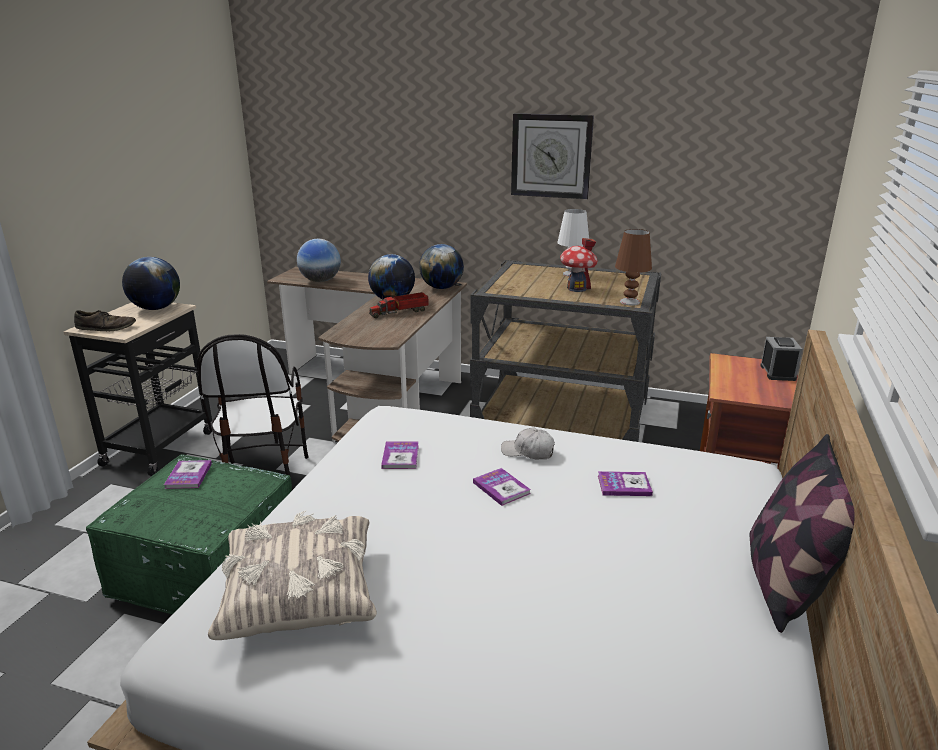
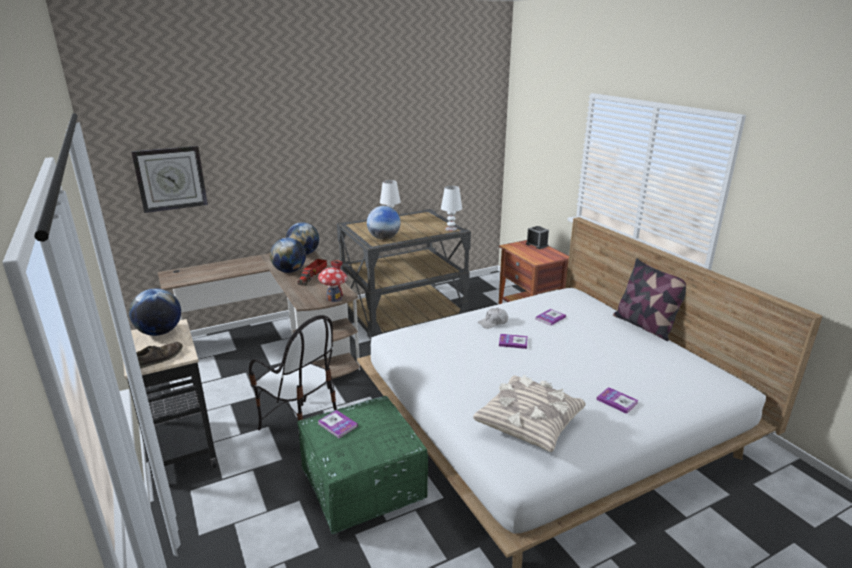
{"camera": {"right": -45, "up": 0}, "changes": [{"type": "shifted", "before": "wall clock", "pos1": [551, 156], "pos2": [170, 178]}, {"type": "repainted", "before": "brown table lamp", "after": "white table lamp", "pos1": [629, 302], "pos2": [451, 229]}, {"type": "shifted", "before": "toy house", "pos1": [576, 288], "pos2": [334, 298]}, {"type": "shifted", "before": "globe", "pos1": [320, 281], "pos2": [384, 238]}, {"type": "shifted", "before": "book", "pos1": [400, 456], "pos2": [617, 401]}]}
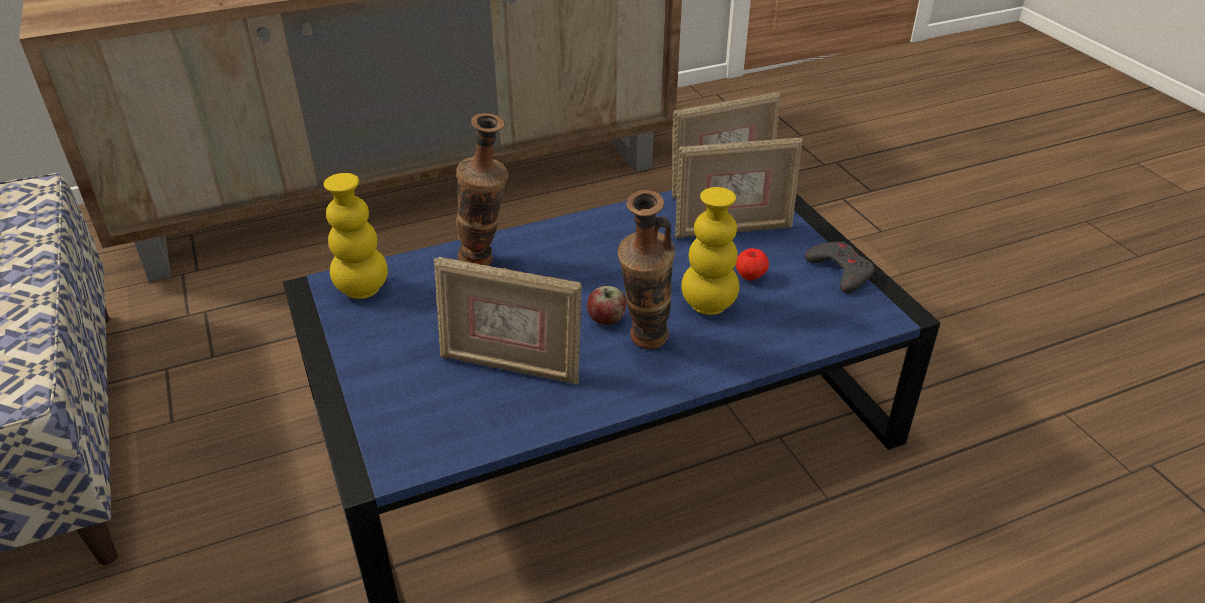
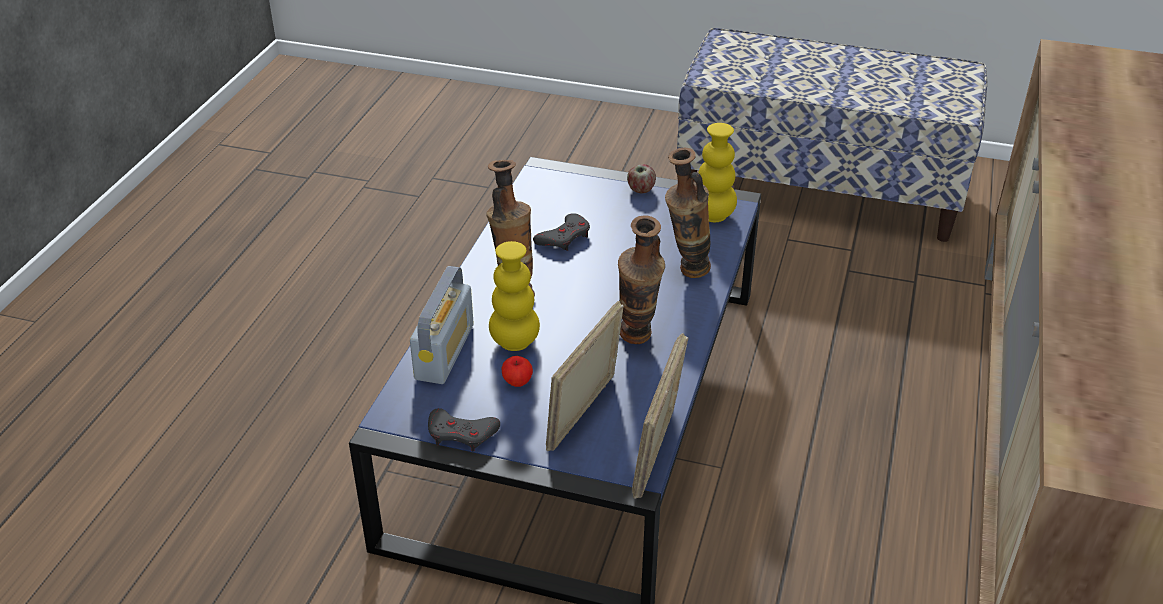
{"camera": {"right": 130, "up": 0}, "changes": [{"type": "swapped", "before": "picture frame", "after": "grey game controller", "pos1": [511, 366], "pos2": [564, 237]}, {"type": "shifted", "before": "apple", "pos1": [606, 319], "pos2": [640, 190]}, {"type": "new", "after": "vase", "pos2": [637, 342]}, {"type": "new", "after": "radio", "pos2": [444, 352]}]}
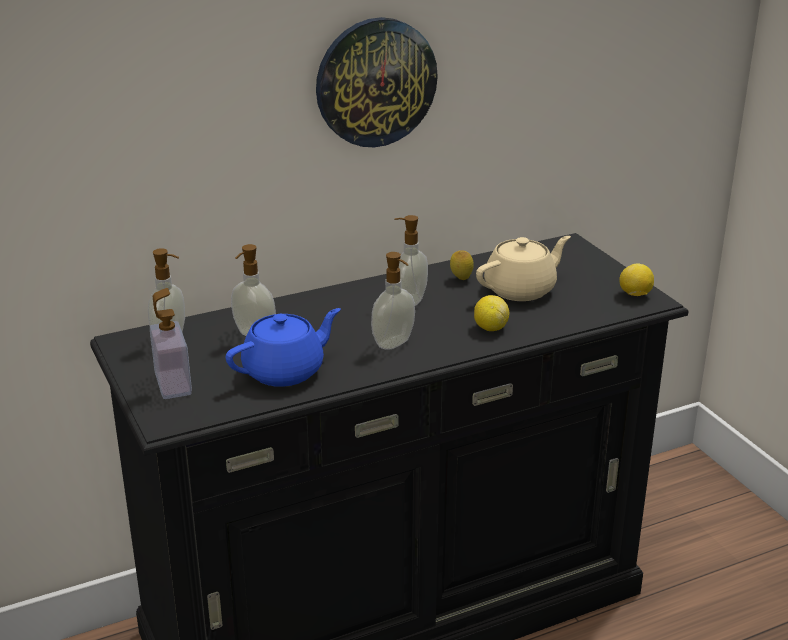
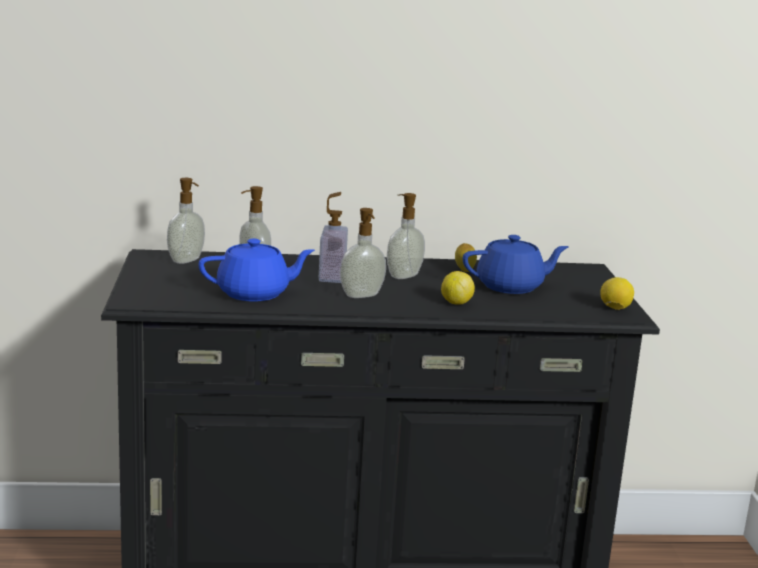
{"camera": {"right": 20, "up": -10}, "changes": [{"type": "gone", "before": "wall clock", "pos1": [375, 82]}, {"type": "repainted", "before": "beige teapot", "after": "blue teapot", "pos1": [521, 290], "pos2": [511, 287]}, {"type": "shifted", "before": "soap dispenser", "pos1": [173, 384], "pos2": [332, 276]}]}
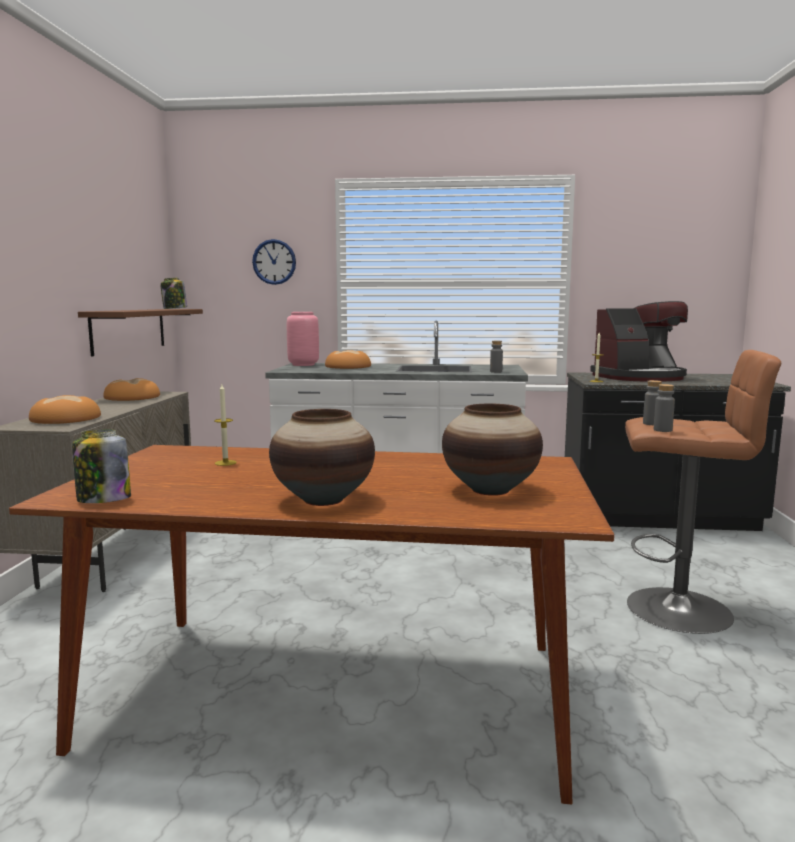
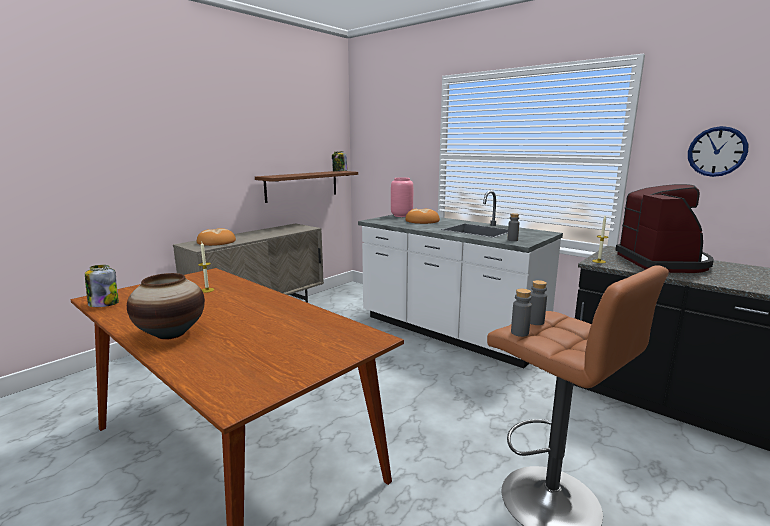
{"camera": {"right": 35, "up": 5}, "changes": [{"type": "shifted", "before": "wall clock", "pos1": [274, 262], "pos2": [717, 151]}, {"type": "rotated", "before": "coffee machine", "pos1": [639, 377], "pos2": [663, 262], "turn": -105}, {"type": "gone", "before": "bread", "pos1": [133, 397]}, {"type": "gone", "before": "vase", "pos1": [491, 490]}]}
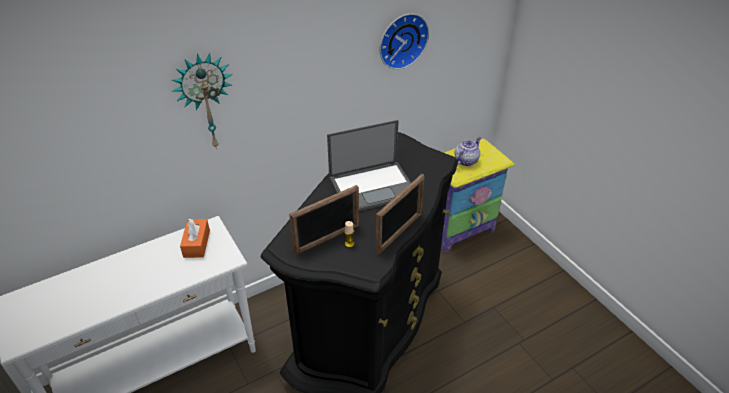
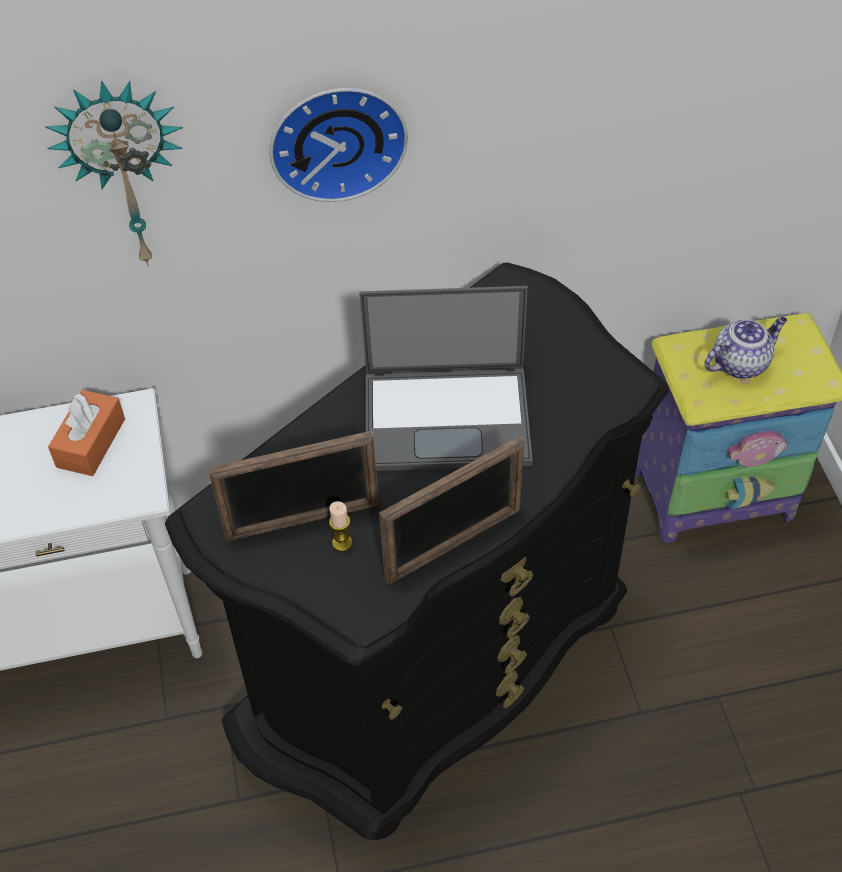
{"camera": {"right": 20, "up": 10}, "changes": [{"type": "shifted", "before": "wall clock", "pos1": [401, 40], "pos2": [337, 139]}]}
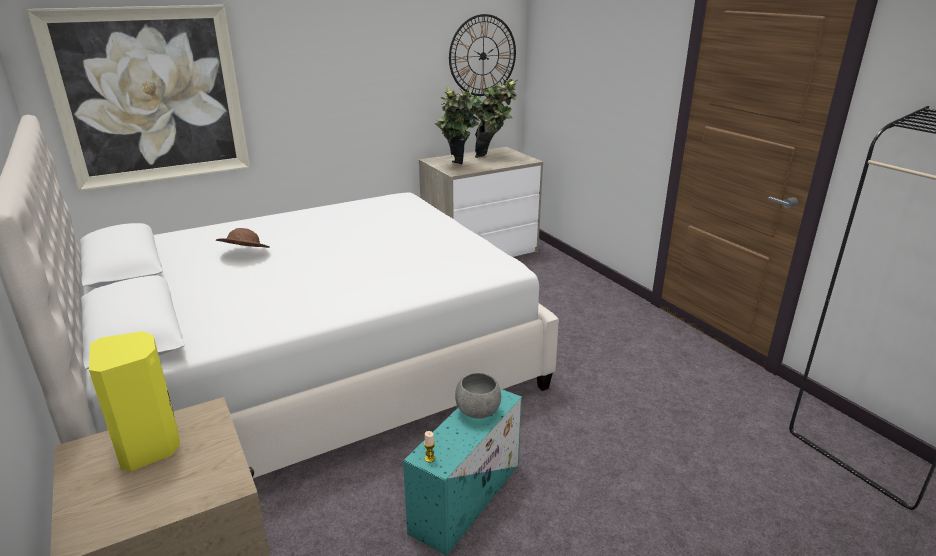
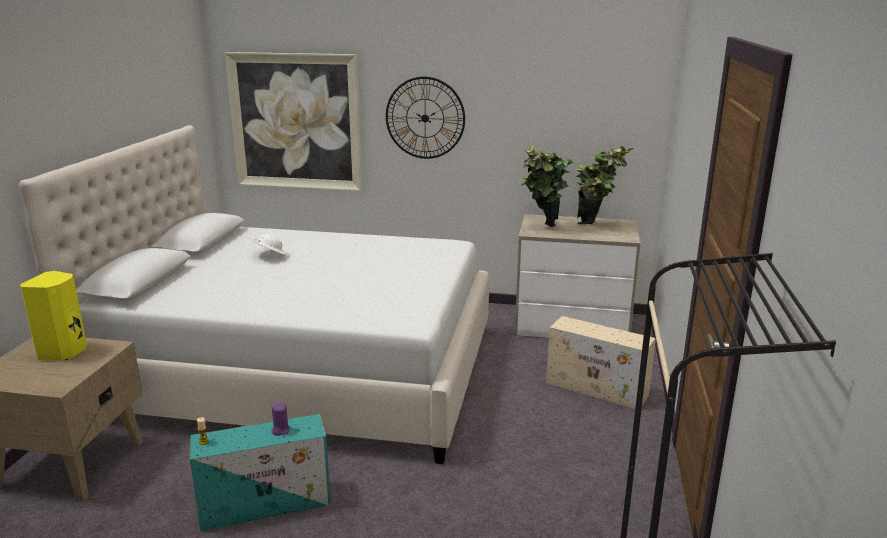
{"camera": {"right": 40, "up": -5}, "changes": [{"type": "shifted", "before": "wall clock", "pos1": [483, 56], "pos2": [425, 118]}, {"type": "repainted", "before": "brown hat", "after": "white hat", "pos1": [244, 255], "pos2": [269, 256]}, {"type": "swapped", "before": "grey bowl", "after": "purple candle", "pos1": [478, 411], "pos2": [280, 430]}, {"type": "new", "after": "beige storage box", "pos2": [598, 389]}]}
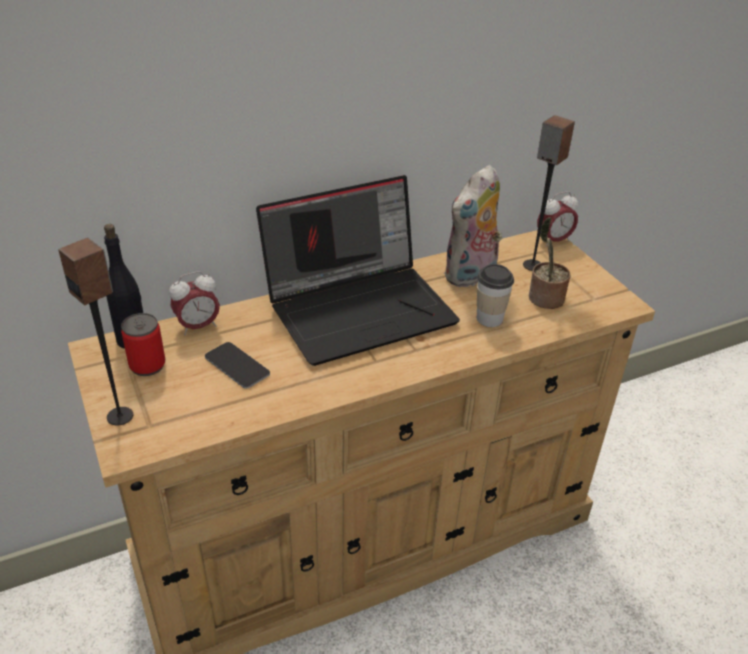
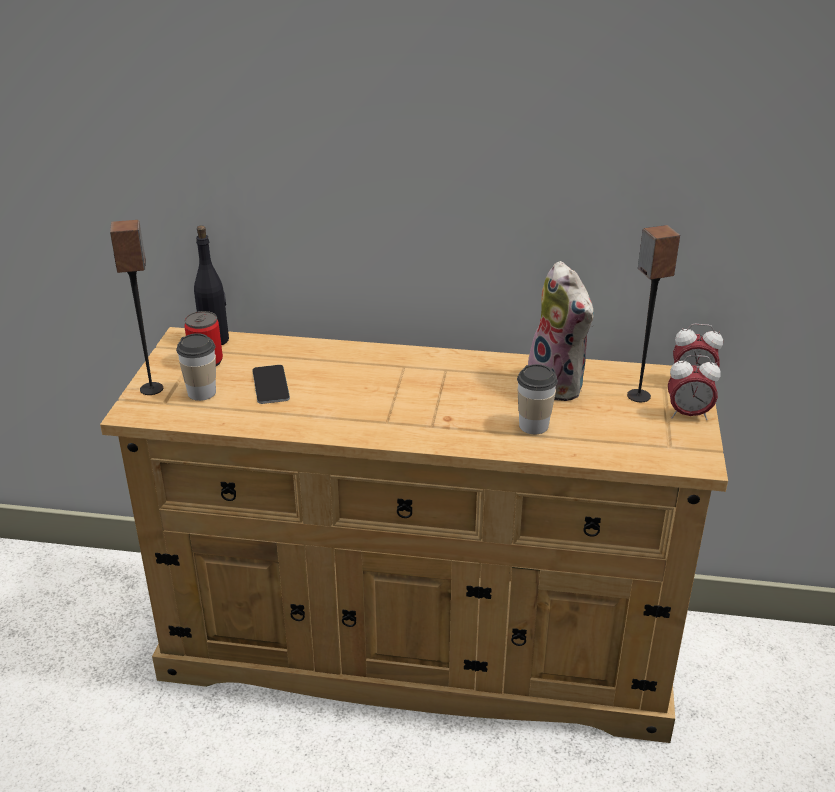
{"camera": {"right": 35, "up": -5}, "changes": [{"type": "rotated", "before": "plush toy", "pos1": [471, 276], "pos2": [560, 385], "turn": -105}, {"type": "gone", "before": "laptop", "pos1": [360, 307]}, {"type": "gone", "before": "potted plant", "pos1": [544, 299]}, {"type": "shifted", "before": "alarm clock", "pos1": [198, 327], "pos2": [688, 415]}, {"type": "new", "after": "cup", "pos2": [202, 392]}]}
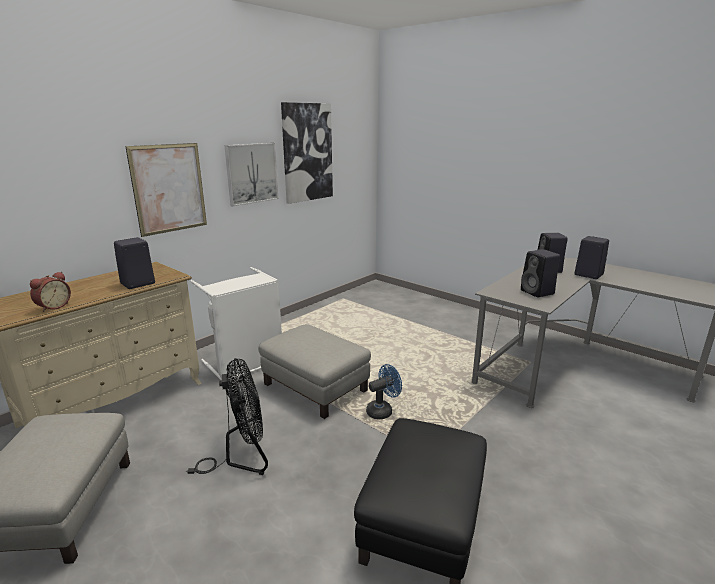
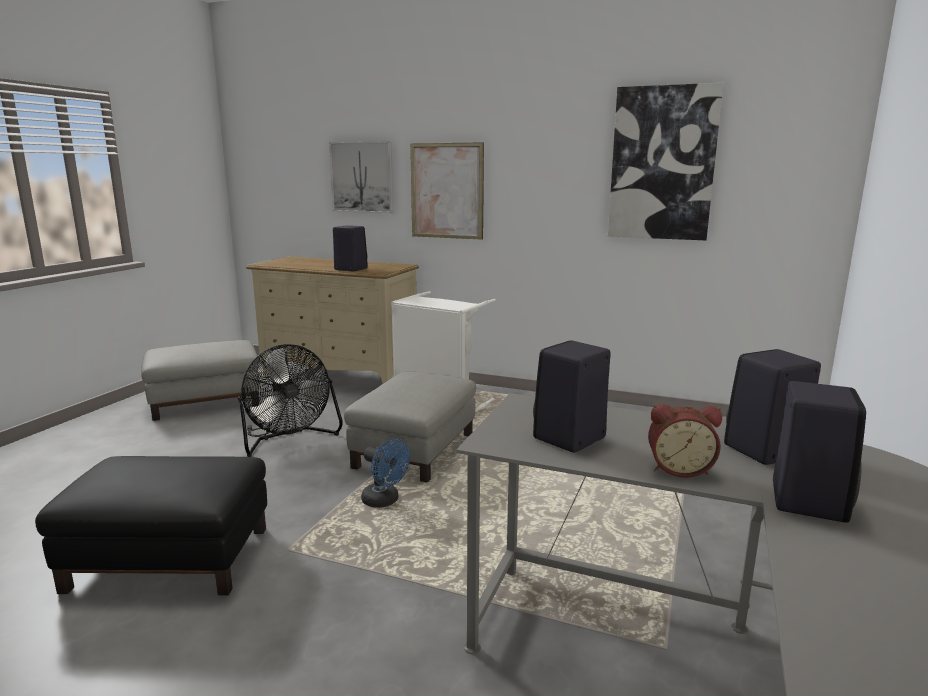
{"camera": {"right": 70, "up": -5}, "changes": [{"type": "shifted", "before": "picture", "pos1": [251, 173], "pos2": [362, 177]}, {"type": "shifted", "before": "alarm clock", "pos1": [53, 307], "pos2": [679, 469]}]}
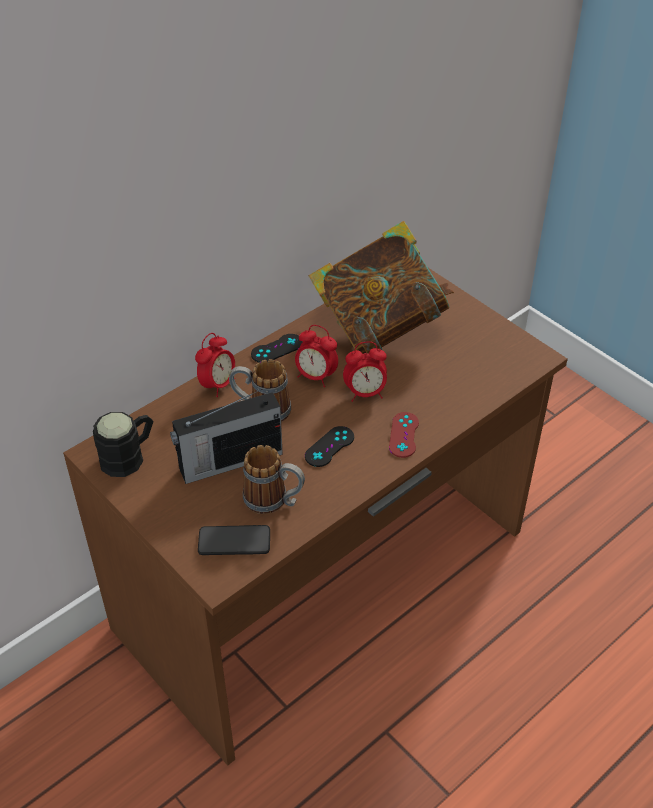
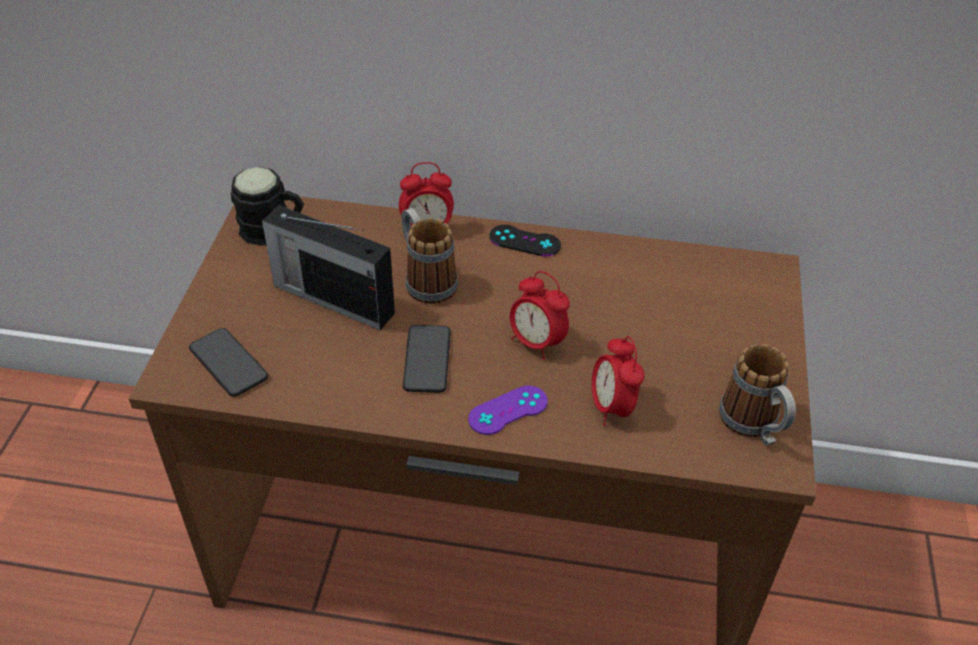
{"camera": {"right": 50, "up": 0}, "changes": [{"type": "gone", "before": "book", "pos1": [380, 327]}, {"type": "shifted", "before": "alarm clock", "pos1": [316, 376], "pos2": [611, 407]}, {"type": "repainted", "before": "red game controller", "after": "purple game controller", "pos1": [404, 435], "pos2": [508, 410]}, {"type": "swapped", "before": "black game controller", "after": "phone", "pos1": [329, 447], "pos2": [427, 360]}, {"type": "shifted", "before": "mug", "pos1": [274, 501], "pos2": [754, 426]}]}
